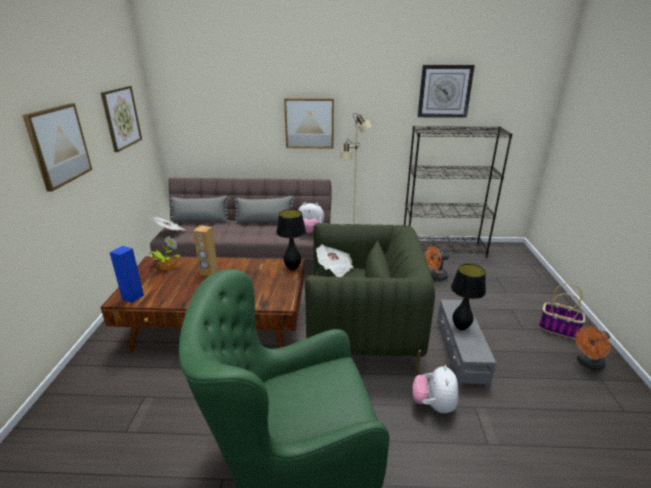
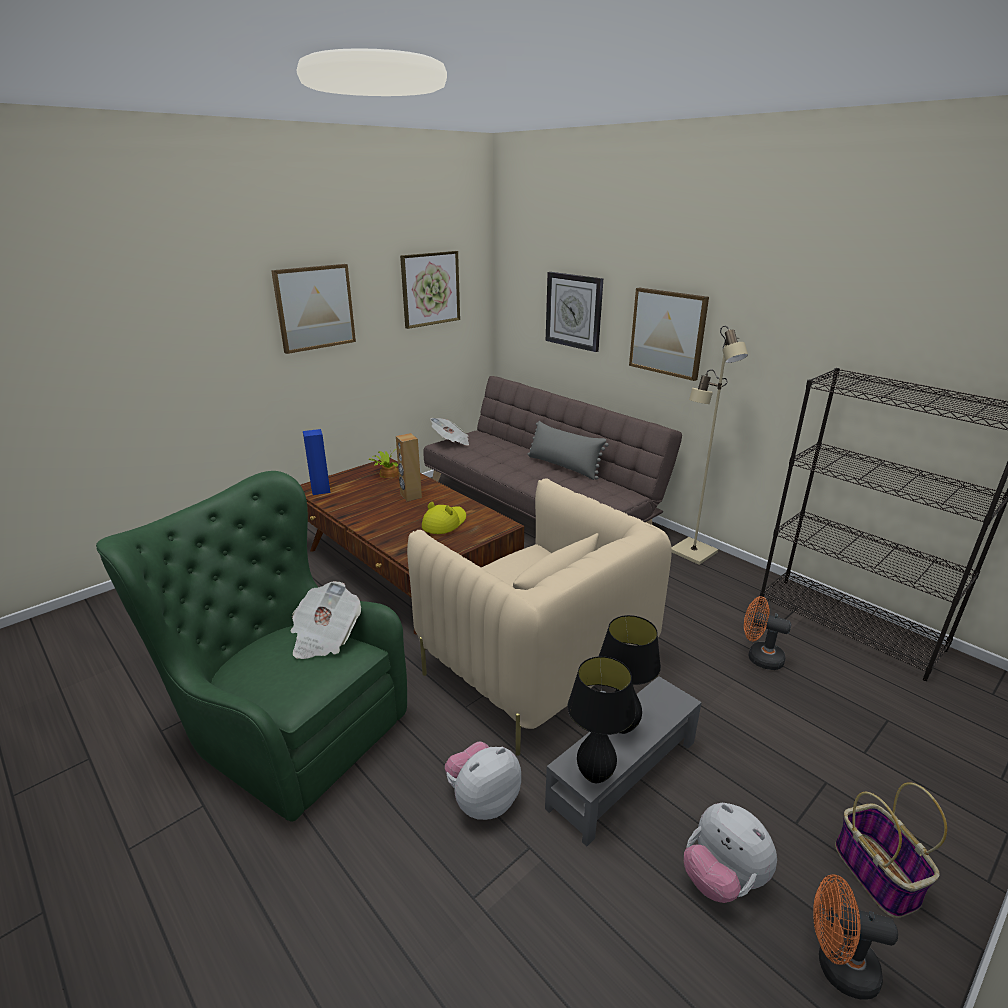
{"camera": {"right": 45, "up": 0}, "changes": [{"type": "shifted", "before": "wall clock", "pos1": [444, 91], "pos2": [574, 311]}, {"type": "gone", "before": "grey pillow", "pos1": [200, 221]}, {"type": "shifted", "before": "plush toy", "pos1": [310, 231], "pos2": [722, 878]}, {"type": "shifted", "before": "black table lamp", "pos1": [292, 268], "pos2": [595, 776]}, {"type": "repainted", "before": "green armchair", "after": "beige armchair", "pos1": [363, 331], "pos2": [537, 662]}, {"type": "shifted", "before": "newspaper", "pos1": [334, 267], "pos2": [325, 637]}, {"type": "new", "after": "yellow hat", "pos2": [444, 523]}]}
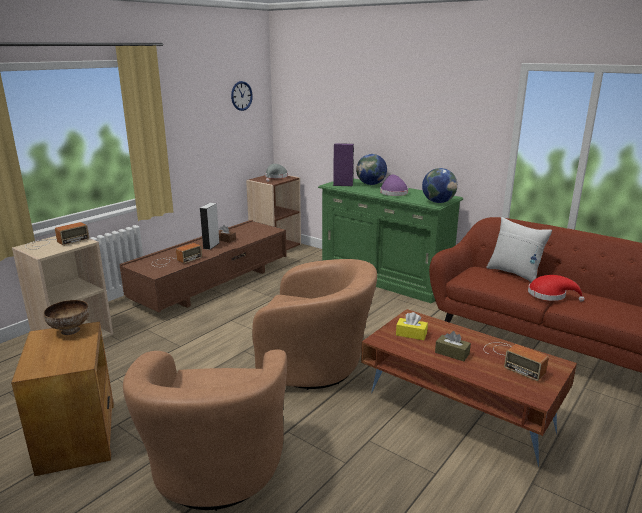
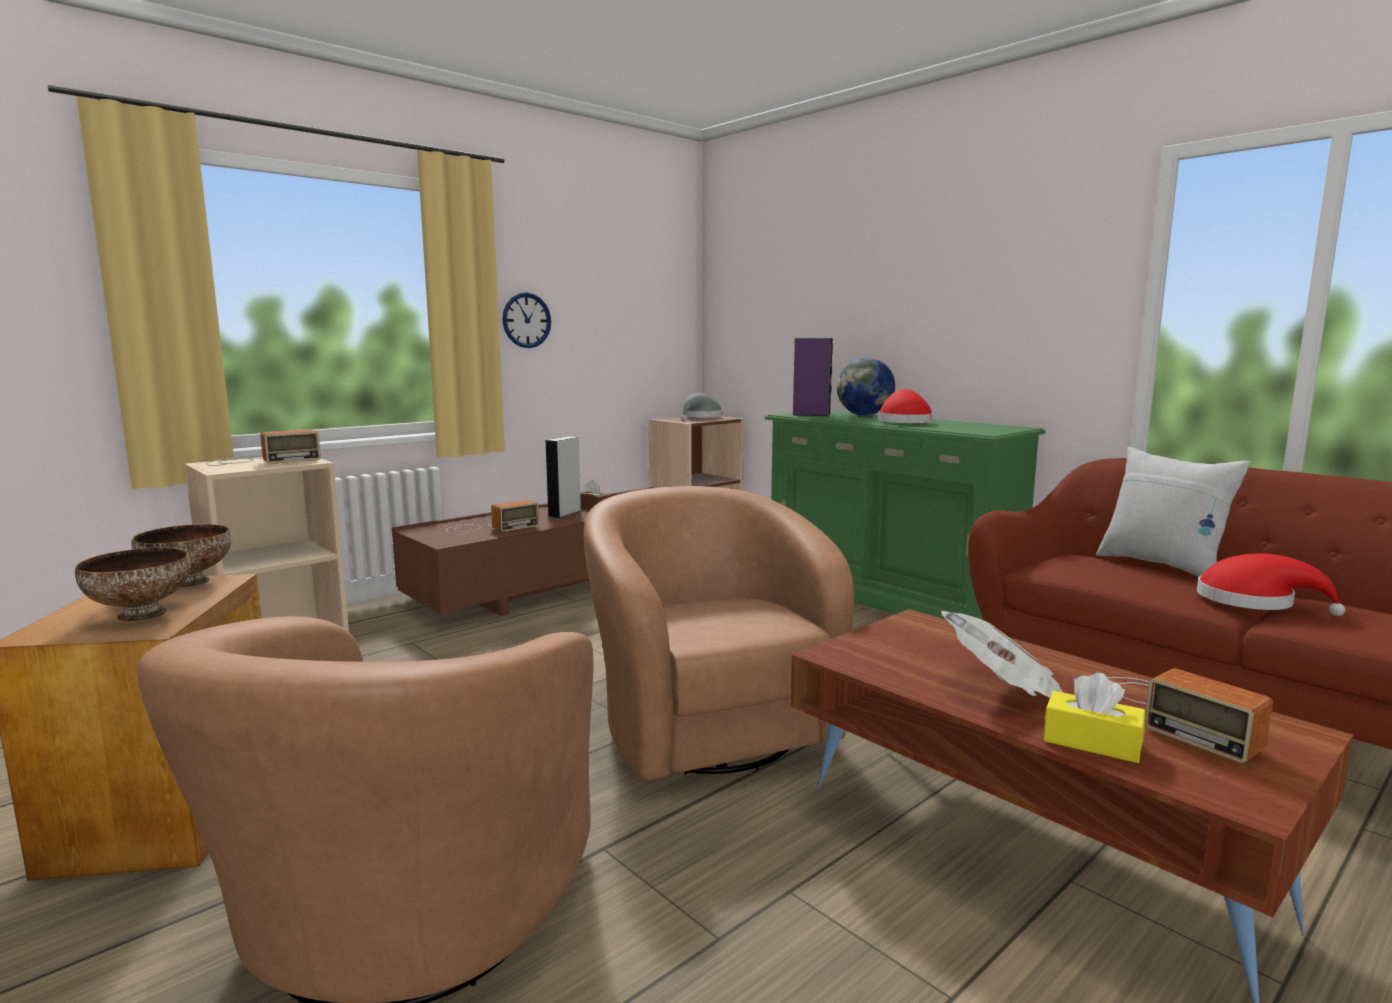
{"camera": {"right": 10, "up": -10}, "changes": [{"type": "shifted", "before": "wall clock", "pos1": [241, 96], "pos2": [526, 320]}, {"type": "gone", "before": "globe", "pos1": [438, 202]}, {"type": "repainted", "before": "purple hat", "after": "red hat", "pos1": [393, 192], "pos2": [903, 422]}, {"type": "rotated", "before": "brown armchair", "pos1": [315, 366], "pos2": [707, 727], "turn": -135}, {"type": "shifted", "before": "yellow tissue box", "pos1": [411, 334], "pos2": [1092, 742]}, {"type": "swapped", "before": "brown tissue box", "after": "newspaper", "pos1": [452, 353], "pos2": [1006, 690]}, {"type": "new", "after": "bowl", "pos2": [140, 614]}]}
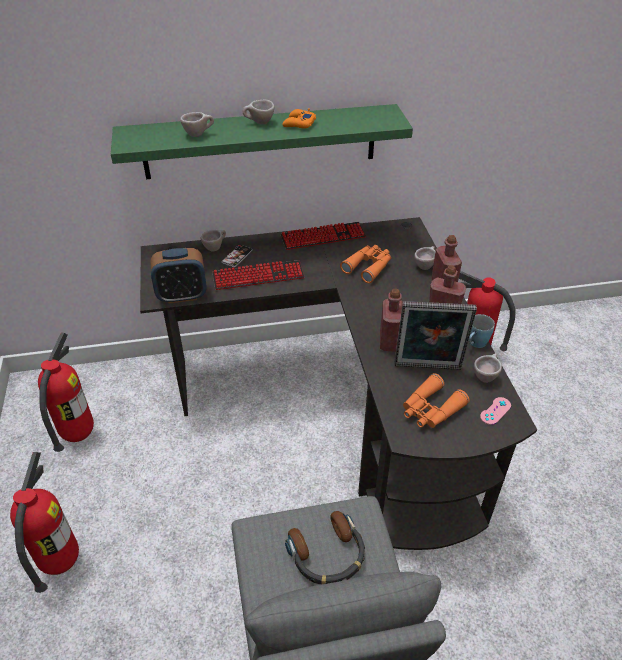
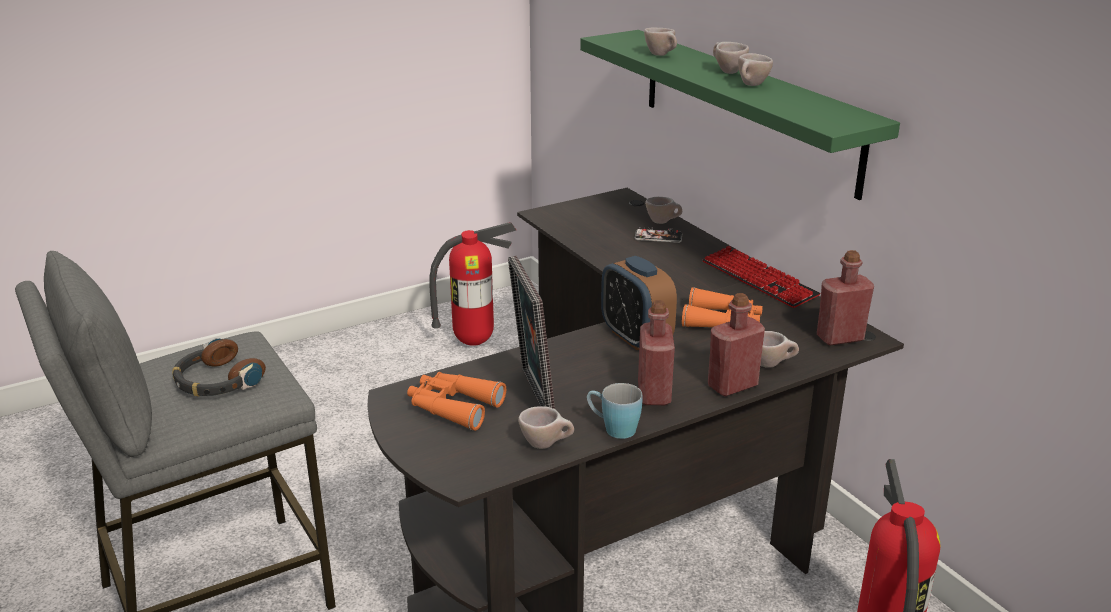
{"camera": {"right": 70, "up": -15}, "changes": [{"type": "swapped", "before": "orange game controller", "after": "beige cup", "pos1": [298, 124], "pos2": [751, 86]}, {"type": "shifted", "before": "alarm clock", "pos1": [182, 296], "pos2": [635, 337]}, {"type": "gone", "before": "keyboard", "pos1": [258, 276]}, {"type": "shifted", "before": "red bottle", "pos1": [389, 342], "pos2": [840, 338]}, {"type": "gone", "before": "pink game controller", "pos1": [495, 411]}, {"type": "gone", "before": "fire extinguisher", "pos1": [60, 562]}]}
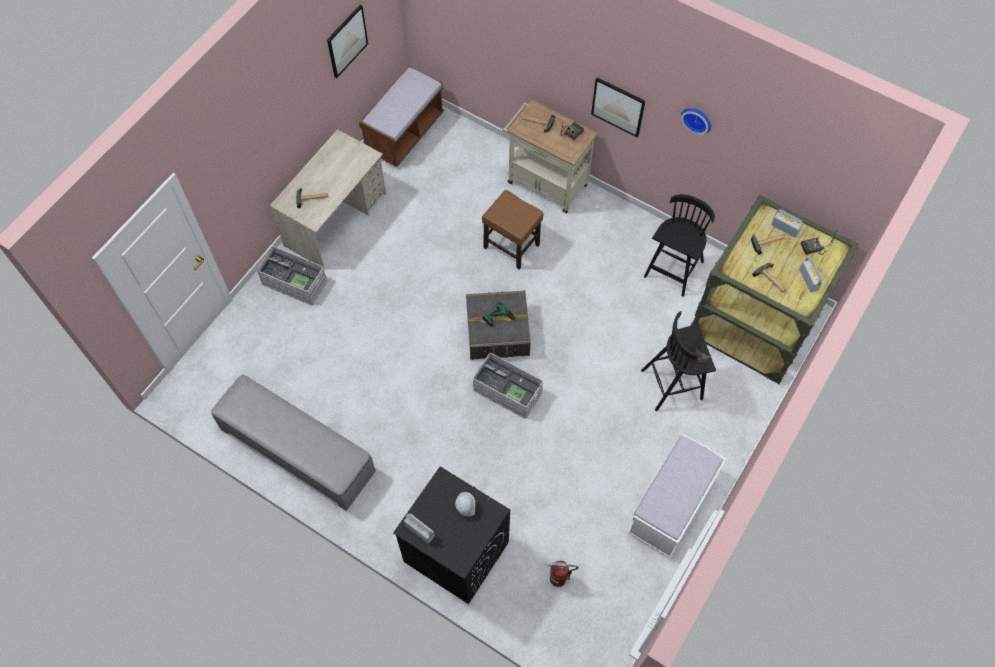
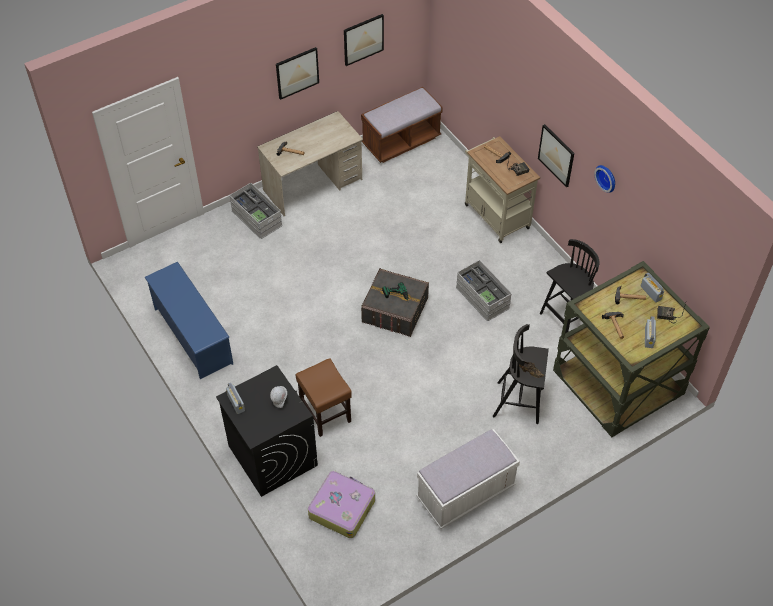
{"camera": {"right": 25, "up": -10}, "changes": [{"type": "shifted", "before": "brown stool", "pos1": [512, 246], "pos2": [326, 413]}, {"type": "shifted", "before": "grey storage box", "pos1": [507, 391], "pos2": [482, 297]}, {"type": "swapped", "before": "grey bench", "after": "blue shoe rack", "pos1": [296, 450], "pos2": [192, 335]}, {"type": "swapped", "before": "fire extinguisher", "after": "suitcase", "pos1": [558, 578], "pos2": [342, 508]}, {"type": "new", "after": "picture", "pos2": [297, 72]}]}
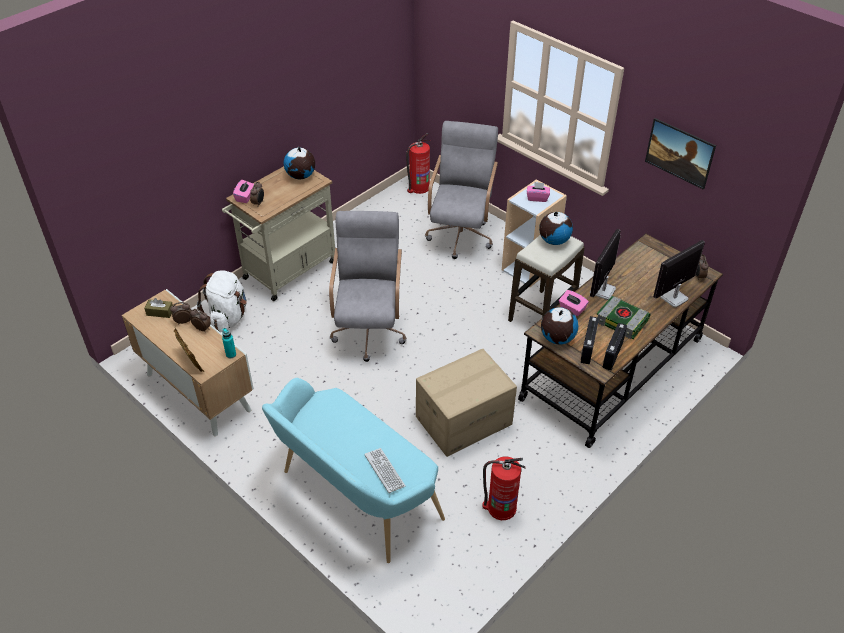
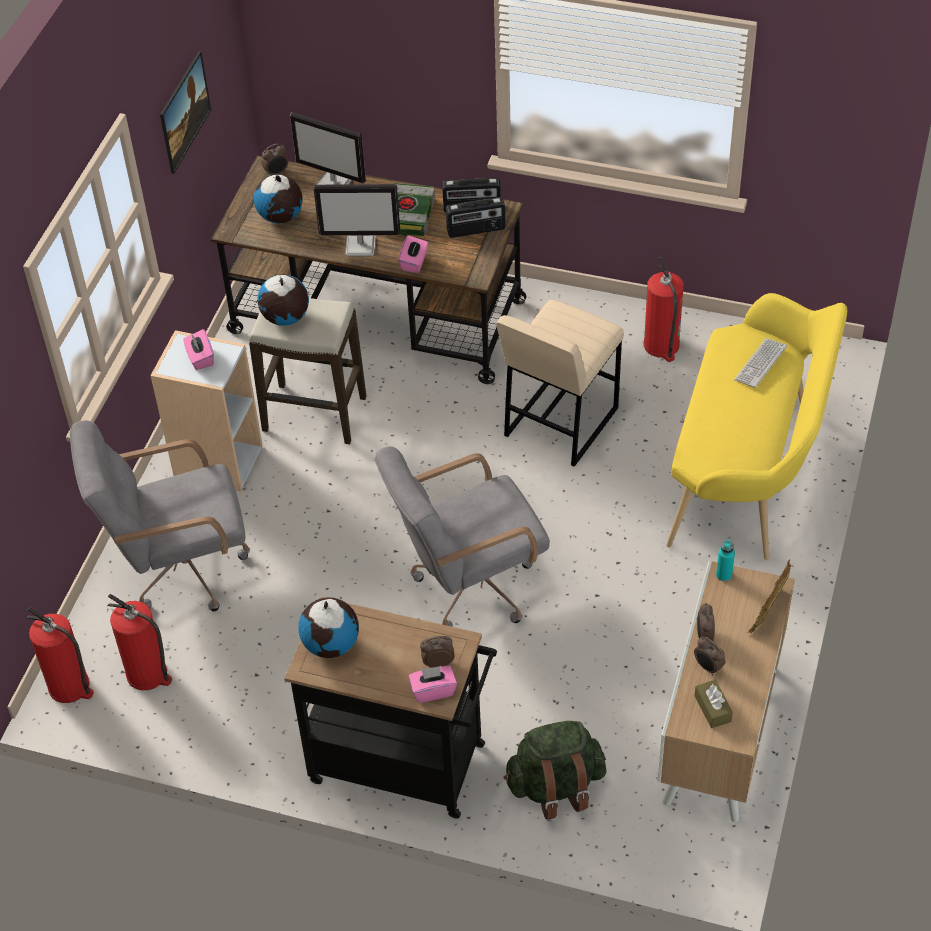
{"camera": {"right": -115, "up": 5}, "changes": [{"type": "repainted", "before": "beige cart", "after": "black cart", "pos1": [287, 272], "pos2": [403, 765]}, {"type": "repainted", "before": "white backpack", "after": "green backpack", "pos1": [228, 317], "pos2": [556, 786]}, {"type": "shifted", "before": "globe", "pos1": [557, 338], "pos2": [281, 217]}, {"type": "swapped", "before": "cardboard box", "after": "beige chair", "pos1": [463, 420], "pos2": [560, 424]}, {"type": "repainted", "before": "turquoise bench", "after": "yellow bench", "pos1": [354, 498], "pos2": [749, 475]}, {"type": "new", "after": "fire extinguisher", "pos2": [148, 674]}]}
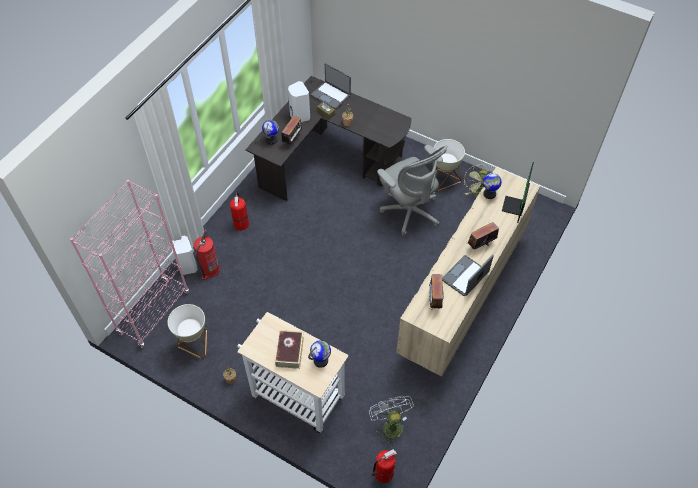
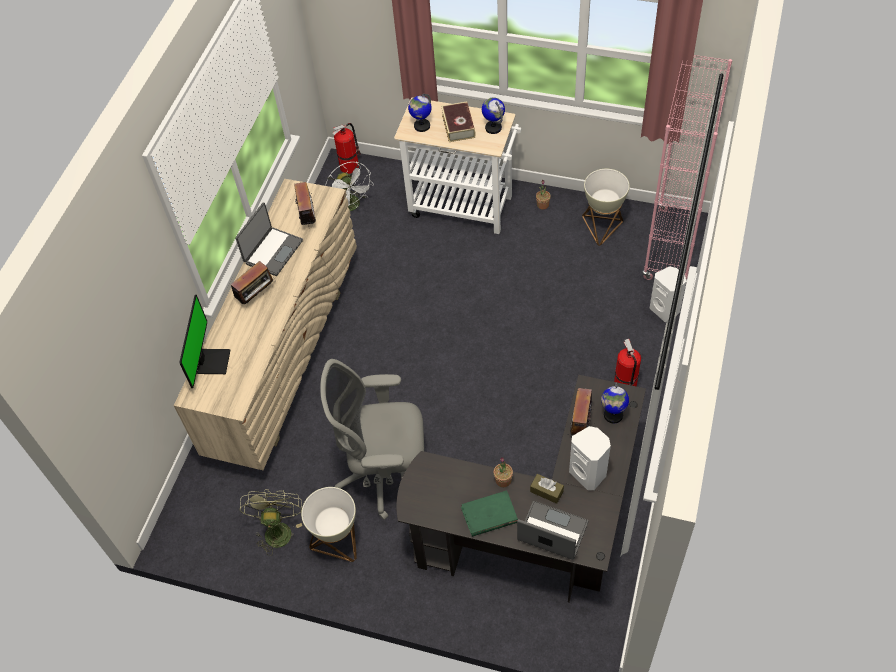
{"camera": {"right": 170, "up": 0}, "changes": [{"type": "rotated", "before": "grey office chair", "pos1": [408, 210], "pos2": [387, 472], "turn": -45}, {"type": "shifted", "before": "globe", "pos1": [489, 194], "pos2": [493, 128]}, {"type": "gone", "before": "fire extinguisher", "pos1": [209, 270]}, {"type": "new", "after": "green book", "pos2": [489, 515]}]}
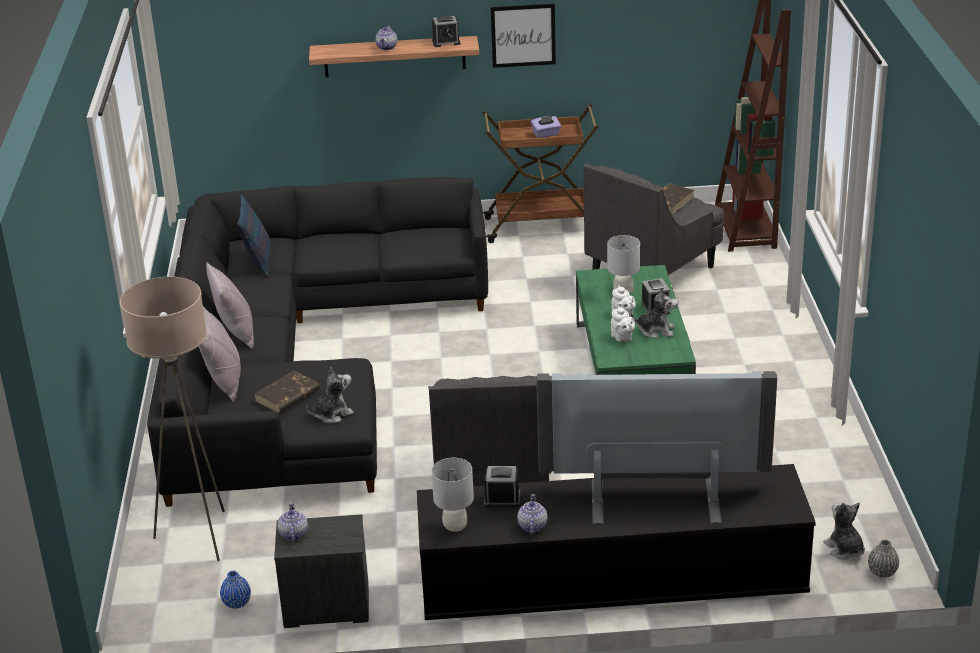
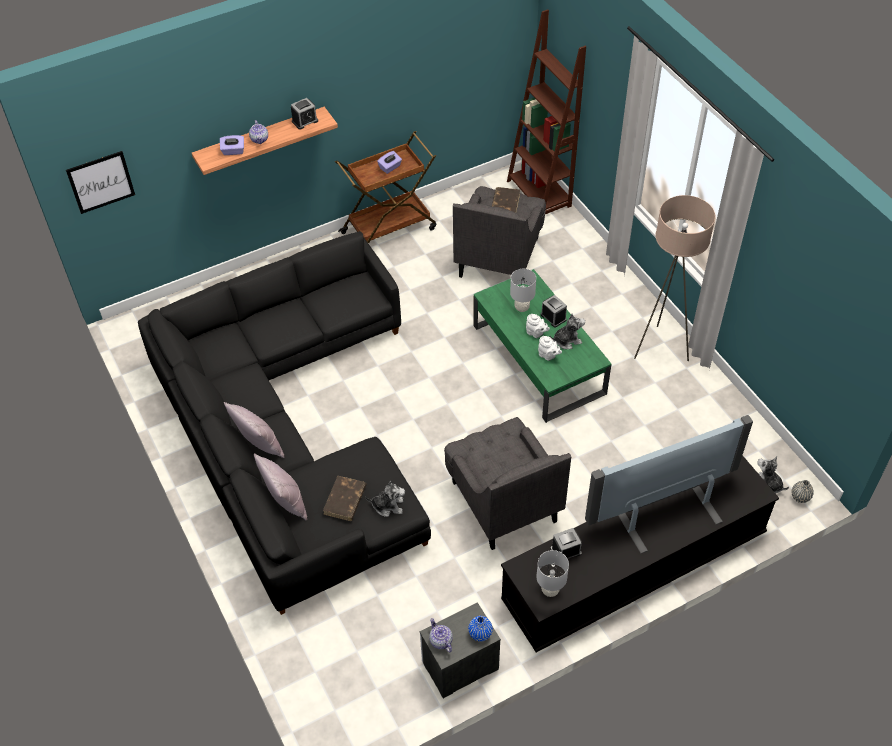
{"camera": {"right": -25, "up": 20}, "changes": [{"type": "shifted", "before": "picture", "pos1": [523, 35], "pos2": [101, 182]}, {"type": "gone", "before": "blue pillow", "pos1": [258, 262]}, {"type": "shifted", "before": "beige floor lamp", "pos1": [198, 537], "pos2": [660, 348]}, {"type": "rotated", "before": "plush toy", "pos1": [332, 414], "pos2": [388, 506], "turn": 60}, {"type": "gone", "before": "teapot", "pos1": [532, 526]}, {"type": "shifted", "before": "blue vase", "pos1": [237, 603], "pos2": [480, 633]}, {"type": "new", "after": "purple tissue box", "pos2": [233, 151]}]}
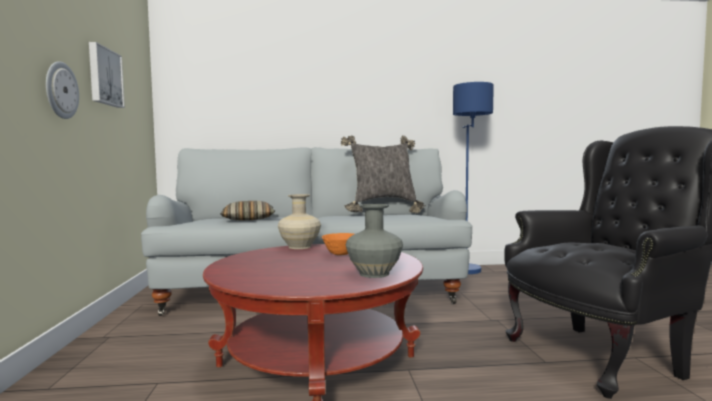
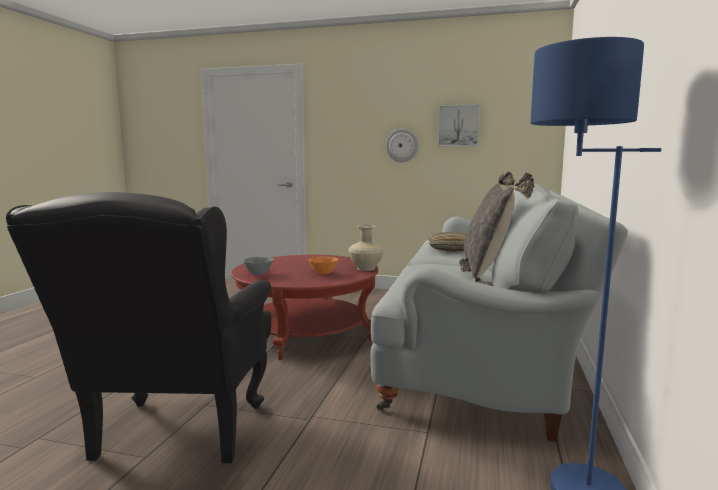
{"camera": {"right": 110, "up": 5}, "changes": [{"type": "swapped", "before": "grey vase", "after": "grey bowl", "pos1": [374, 273], "pos2": [259, 274]}]}
